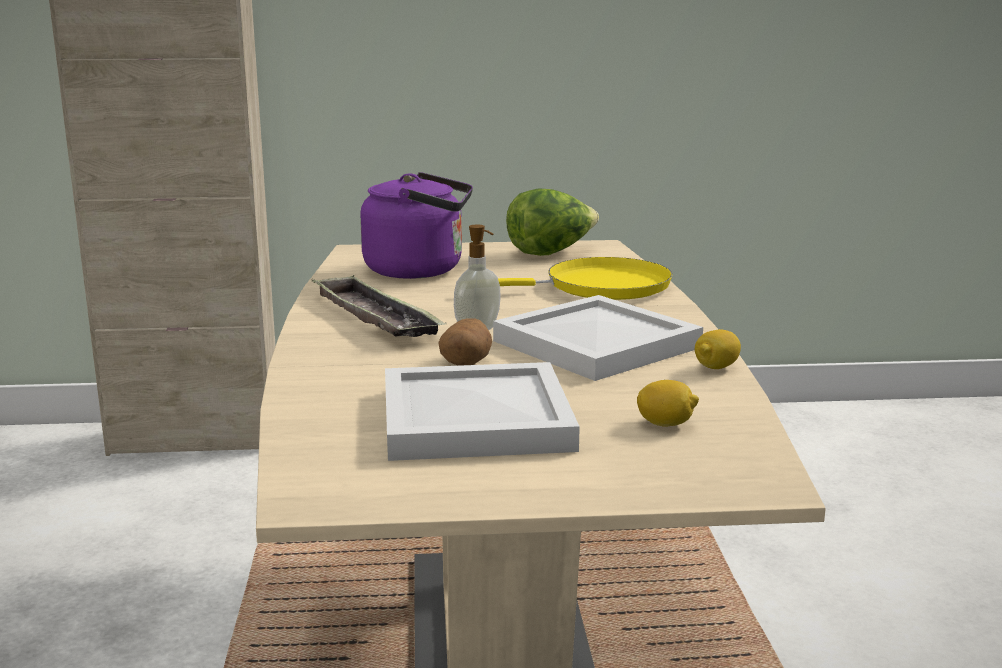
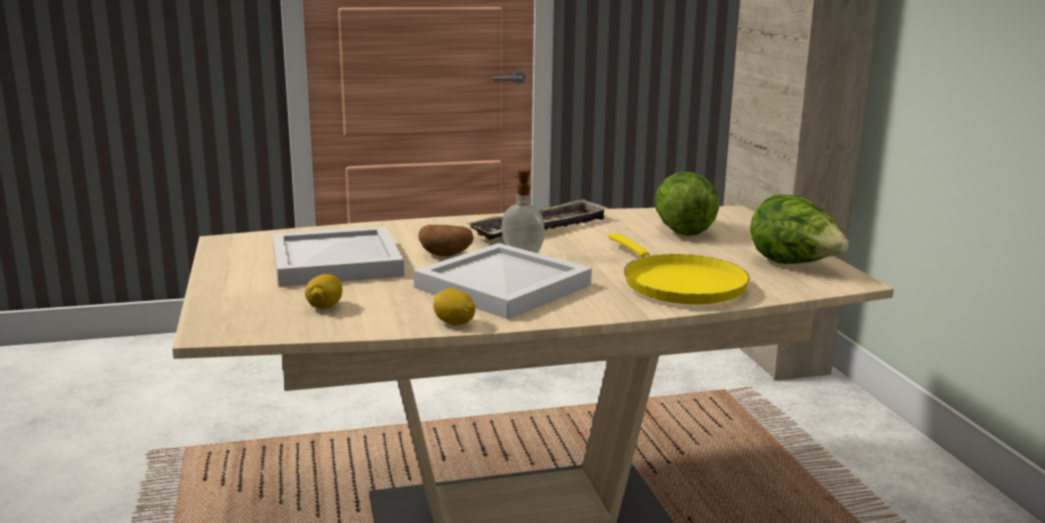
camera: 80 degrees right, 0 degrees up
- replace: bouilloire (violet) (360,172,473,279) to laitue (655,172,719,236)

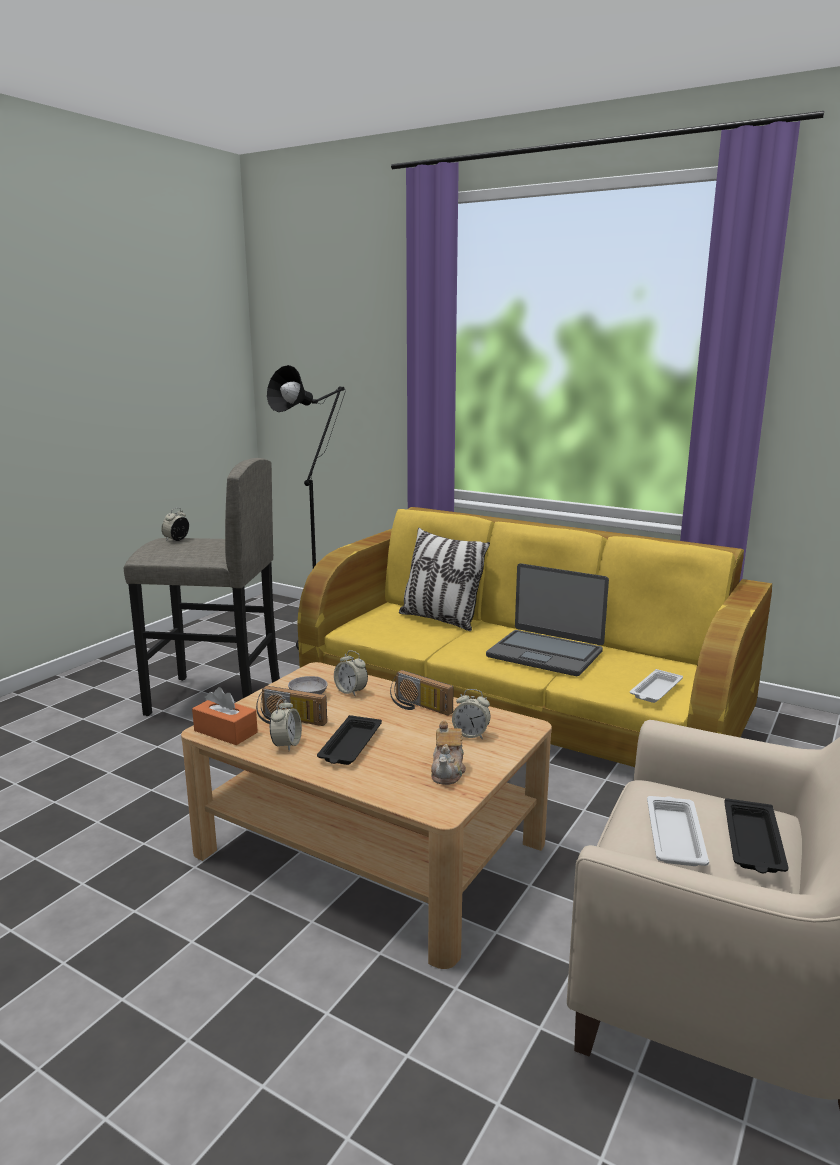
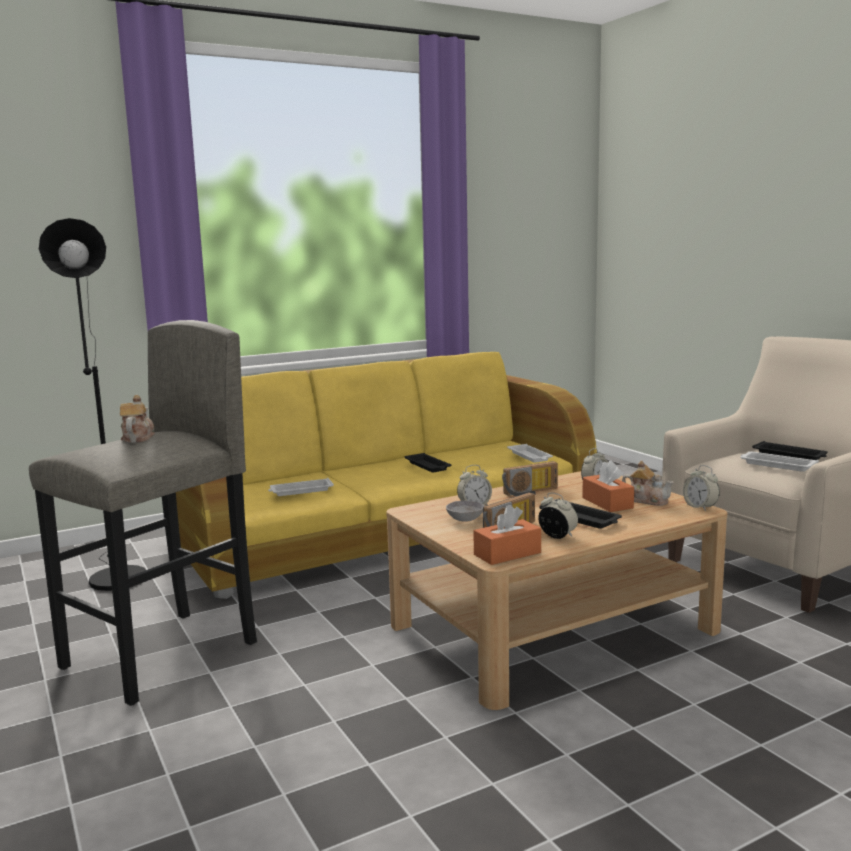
camera: 60 degrees left, 5 degrees down
- move: réveil (161,508,189,541) to (683,465,720,511)
- delete: coussin (399,528,490,631)
- replace: ordinateur portable (486,563,609,676) to plateau (noir) (405,453,451,472)
- insert: théière (120,395,155,443)
- insert: plateau (blanc) (268,478,334,496)
- insert: boîte à mouchoirs (orange) (582,460,634,512)

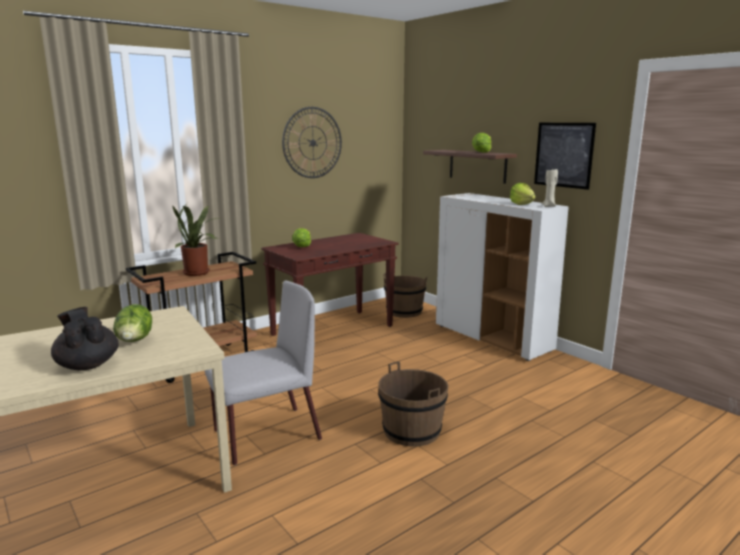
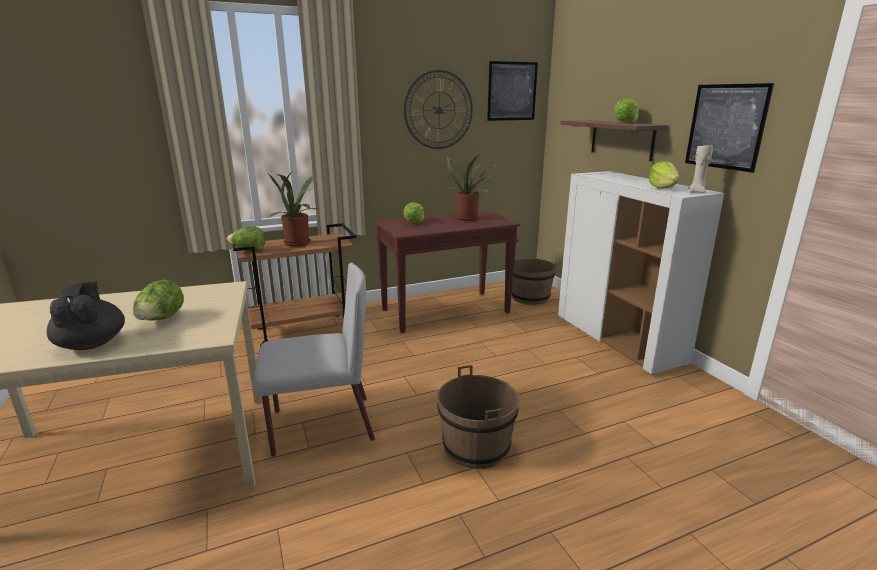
camera: 15 degrees right, 5 degrees up
- insert: laitue (227,226,265,251)
- insert: plante en pot (445,153,498,221)
- insert: tableau (487,61,538,121)

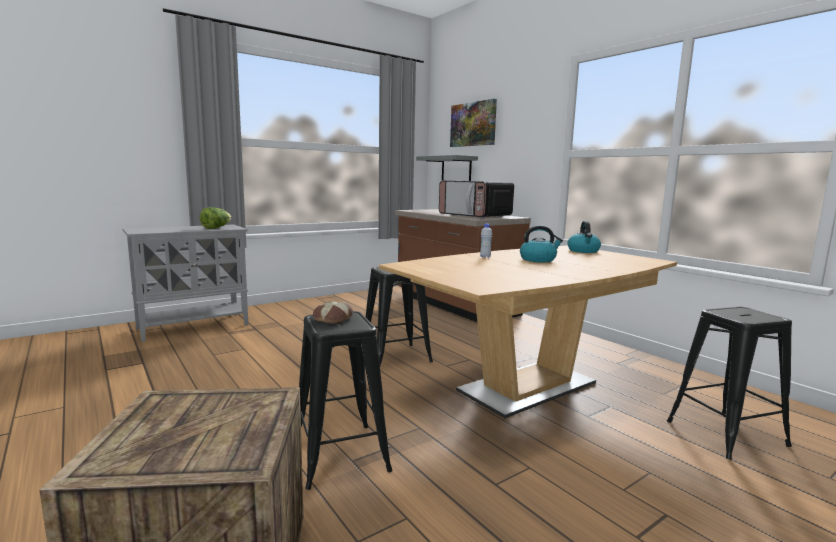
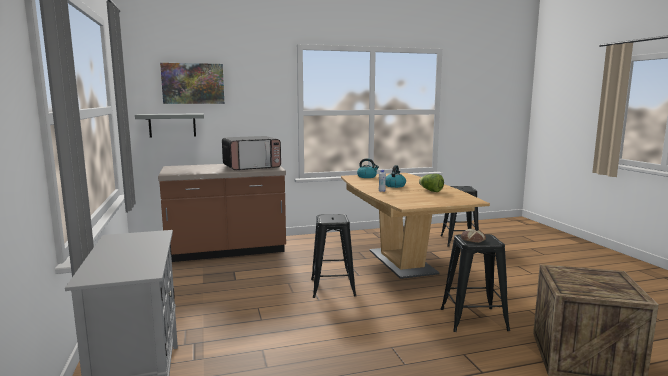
camera: 70 degrees left, 0 degrees up
- move: laitue (200,207,231,229) to (419,174,444,192)

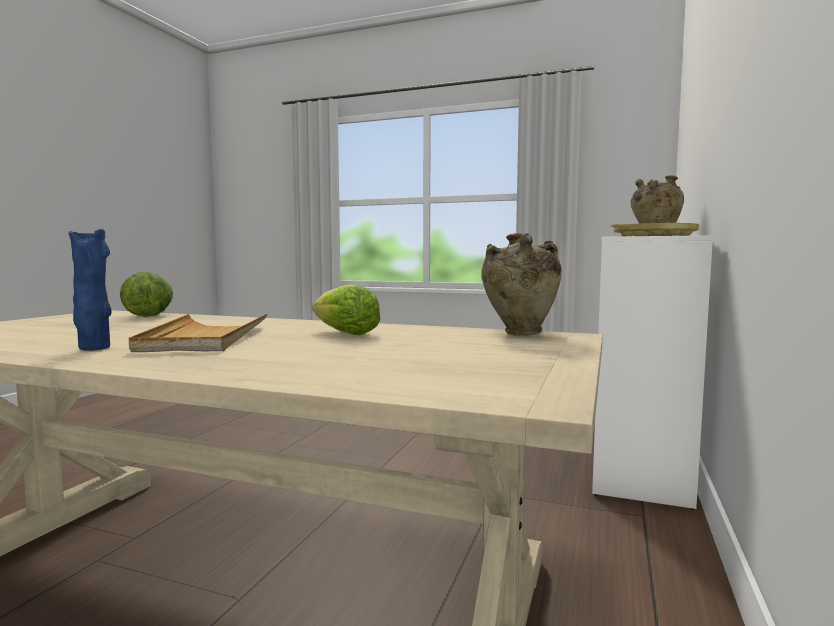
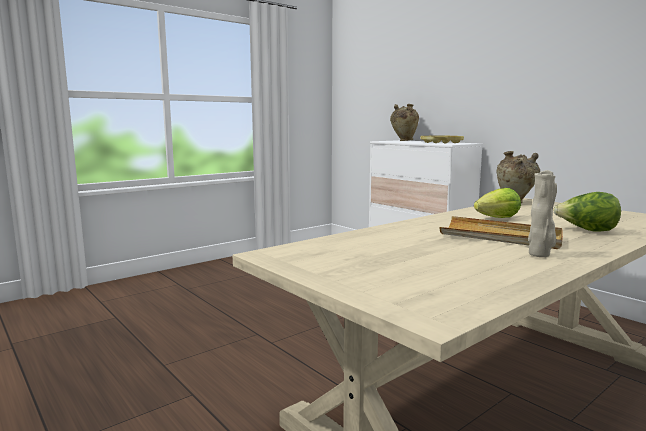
camera: 60 degrees left, 5 degrees up
- recolor: vase (bleu) (69,229,112,351) to vase (beige) (528,170,557,257)
- move: laitue (120,271,173,317) to (553,192,621,231)

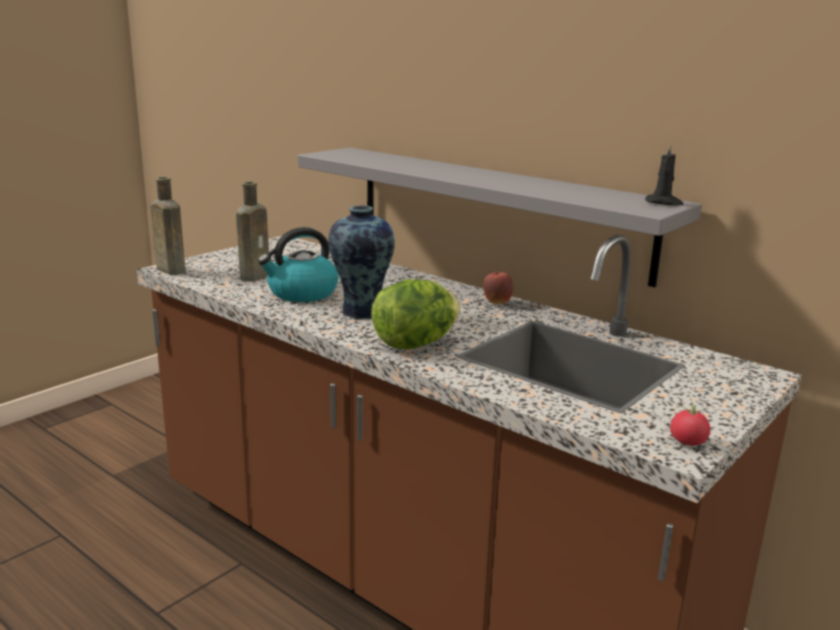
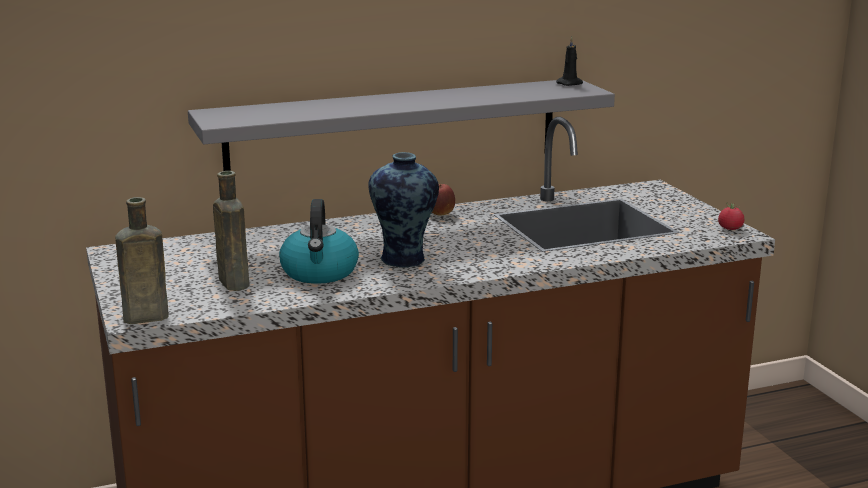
camera: 60 degrees left, 0 degrees up
- delete: laitue (371,280,460,349)

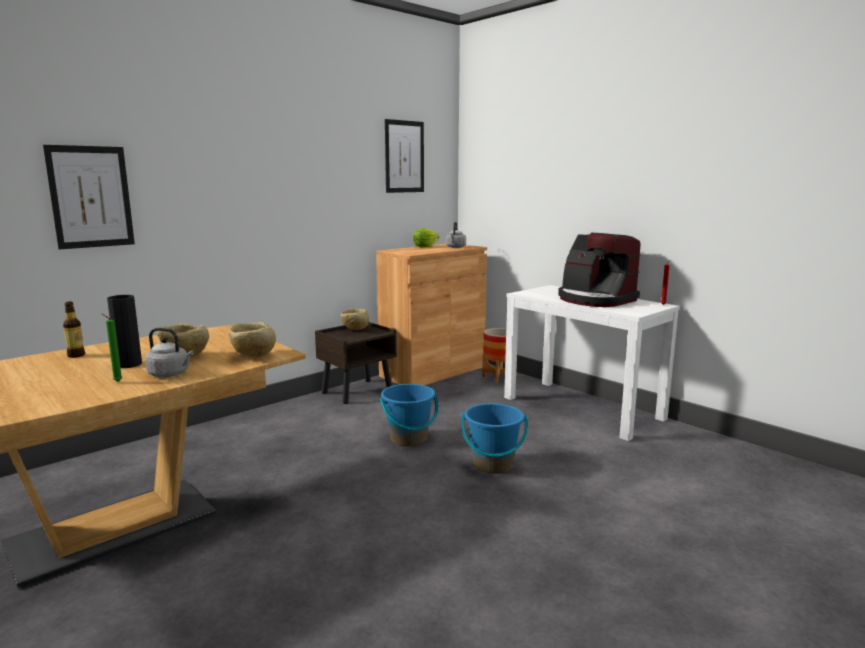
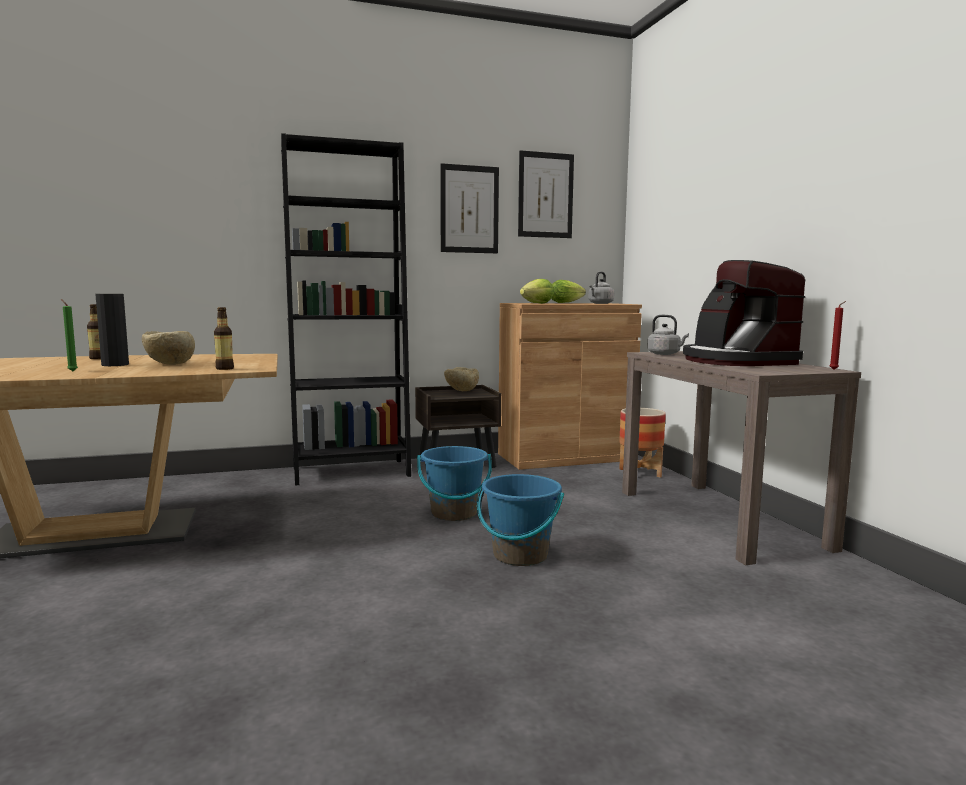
camera: 25 degrees right, 5 degrees down
- move: tableau (43,145,135,249) to (440,163,499,253)
- move: bouilloire (gris) (145,328,193,377) to (647,315,689,355)
- replace: bol (beige) (229,322,276,357) to bouteille (214,307,234,370)
- recolor: table console (blanc) (504,285,680,441) to table console (marron) (622,351,861,565)
- insert: bibliothèque (noir) (281,133,411,486)
- insert: laitue (520,279,554,304)

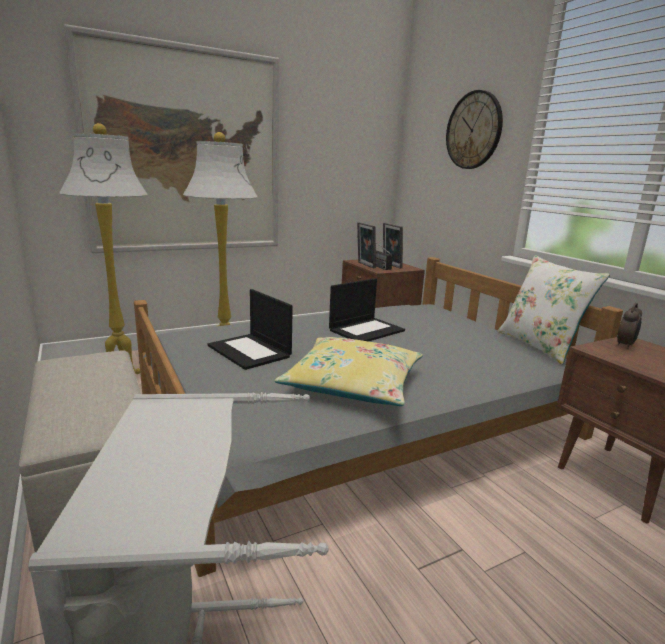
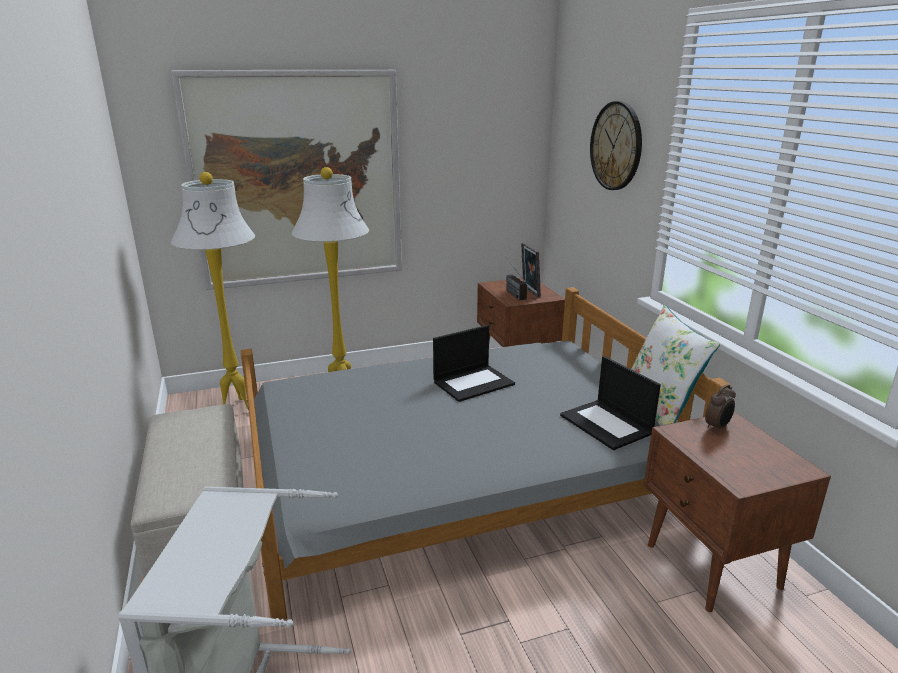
camera: 10 degrees right, 5 degrees up
- move: ordinateur portable (208,289,293,370) to (560,356,661,450)
- delete: coussin (jaune) (274,337,423,406)
- delete: cadre photo (357,222,376,268)

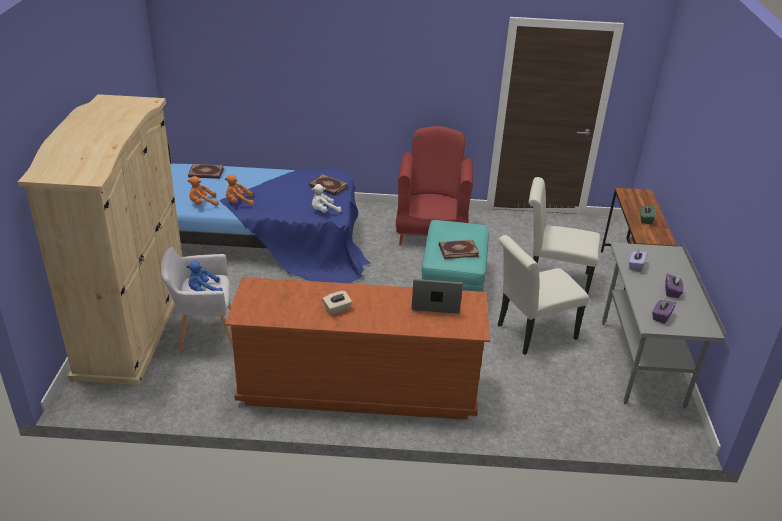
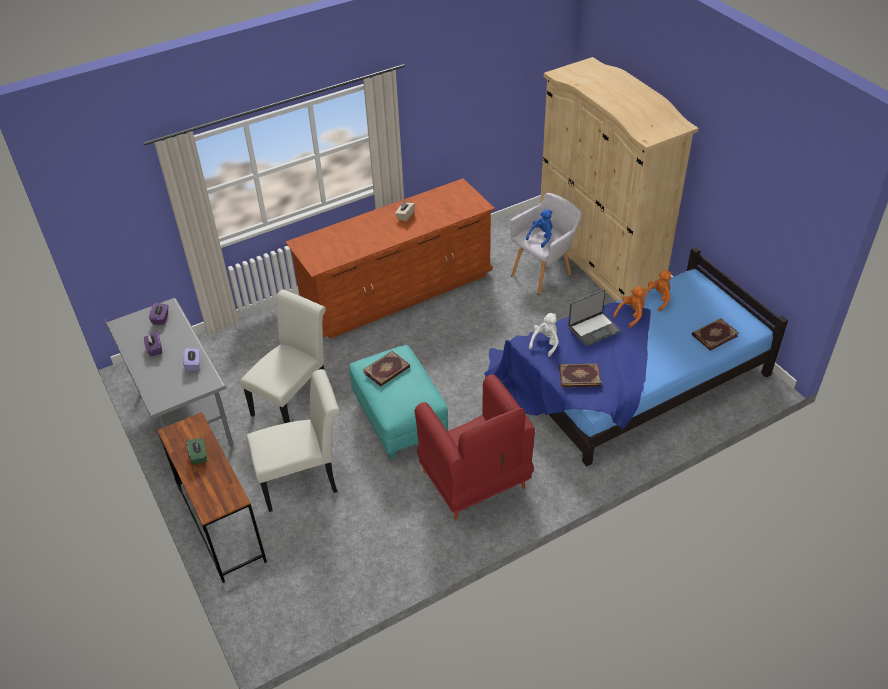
camera: 150 degrees right, 10 degrees up
- move: ordinateur portable (411,279,463,313) to (568,289,621,346)

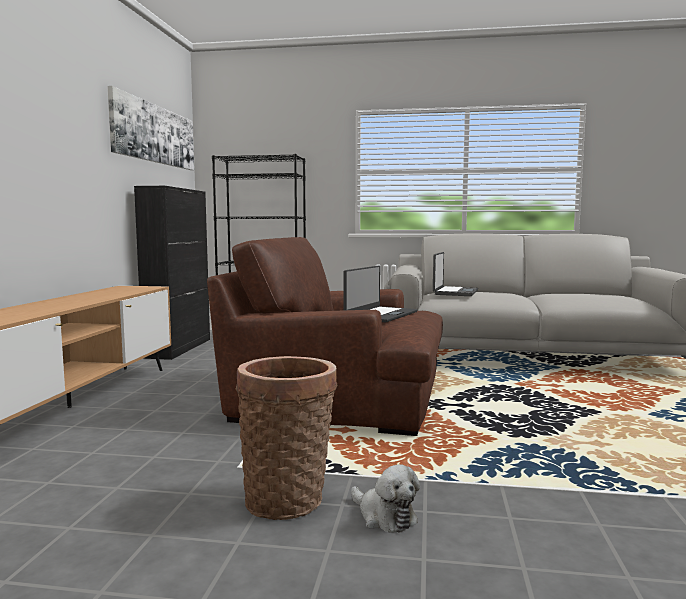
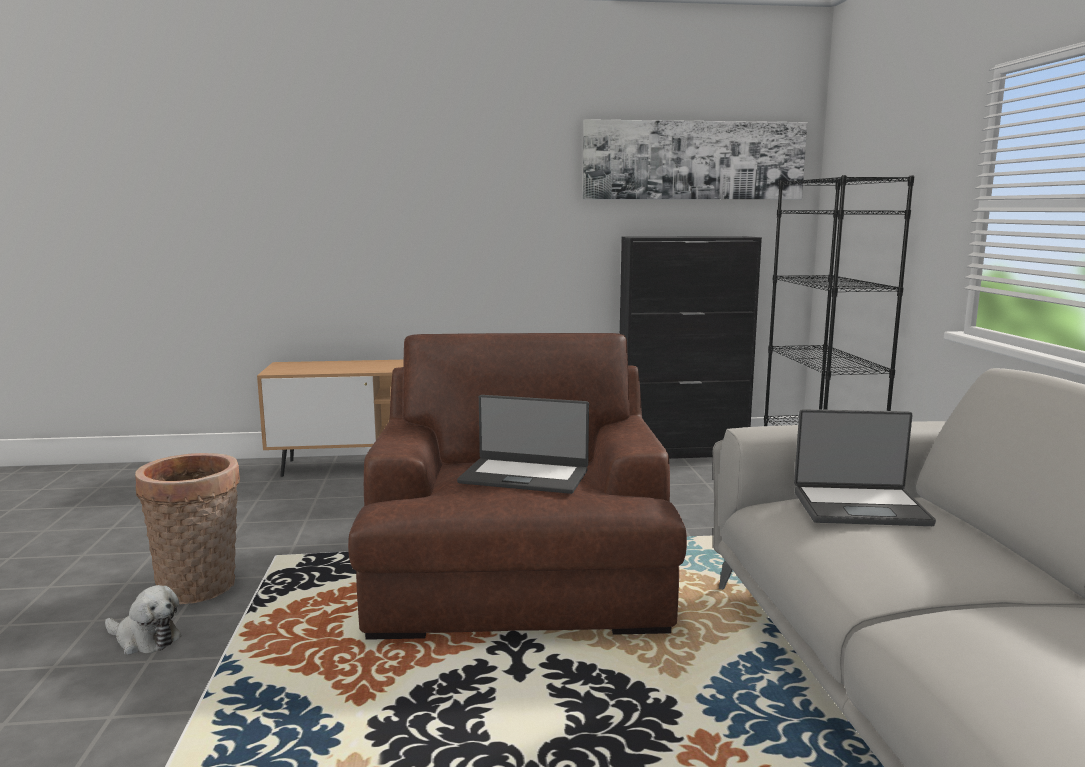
camera: 75 degrees right, 5 degrees up
- rotate: peluche (351,464,420,533) = (105,585,181,655) 105 degrees counterclockwise

